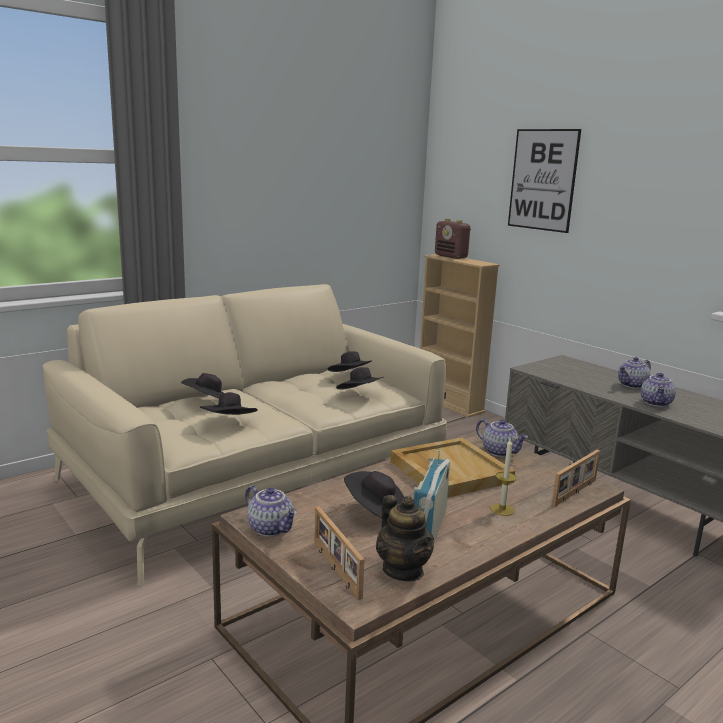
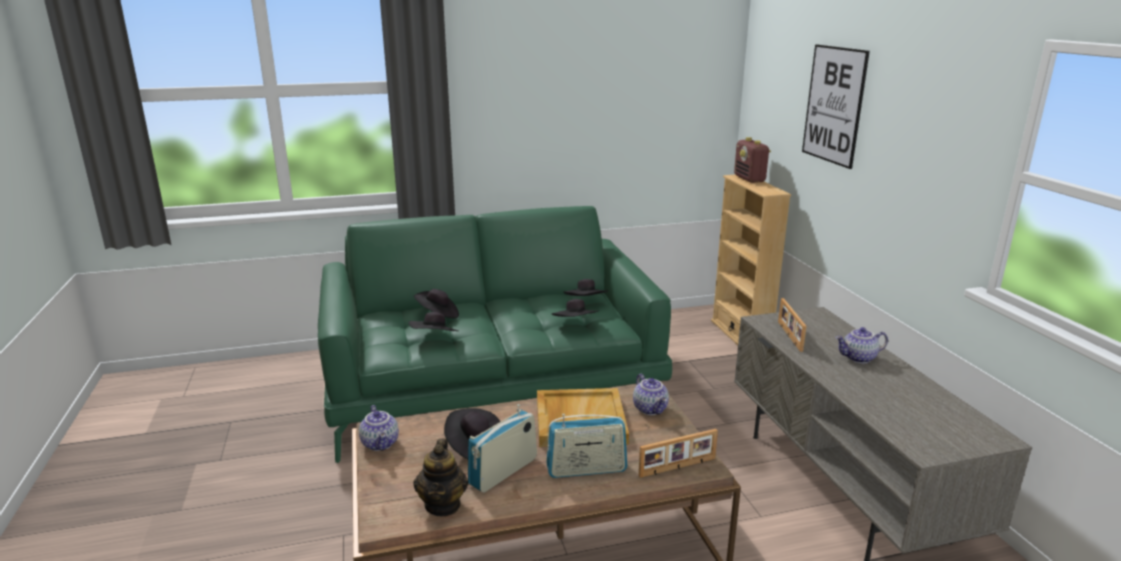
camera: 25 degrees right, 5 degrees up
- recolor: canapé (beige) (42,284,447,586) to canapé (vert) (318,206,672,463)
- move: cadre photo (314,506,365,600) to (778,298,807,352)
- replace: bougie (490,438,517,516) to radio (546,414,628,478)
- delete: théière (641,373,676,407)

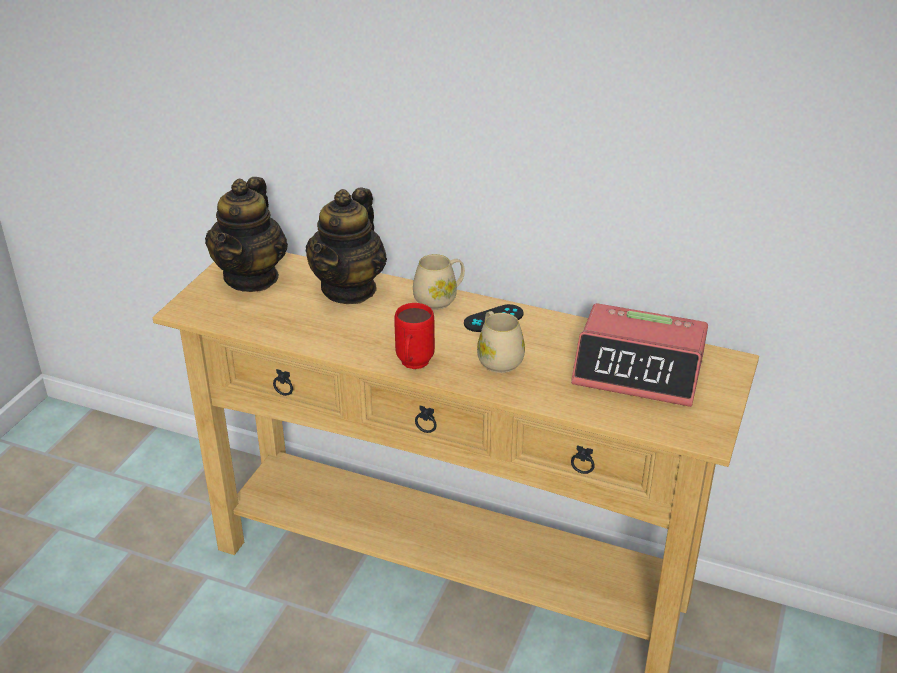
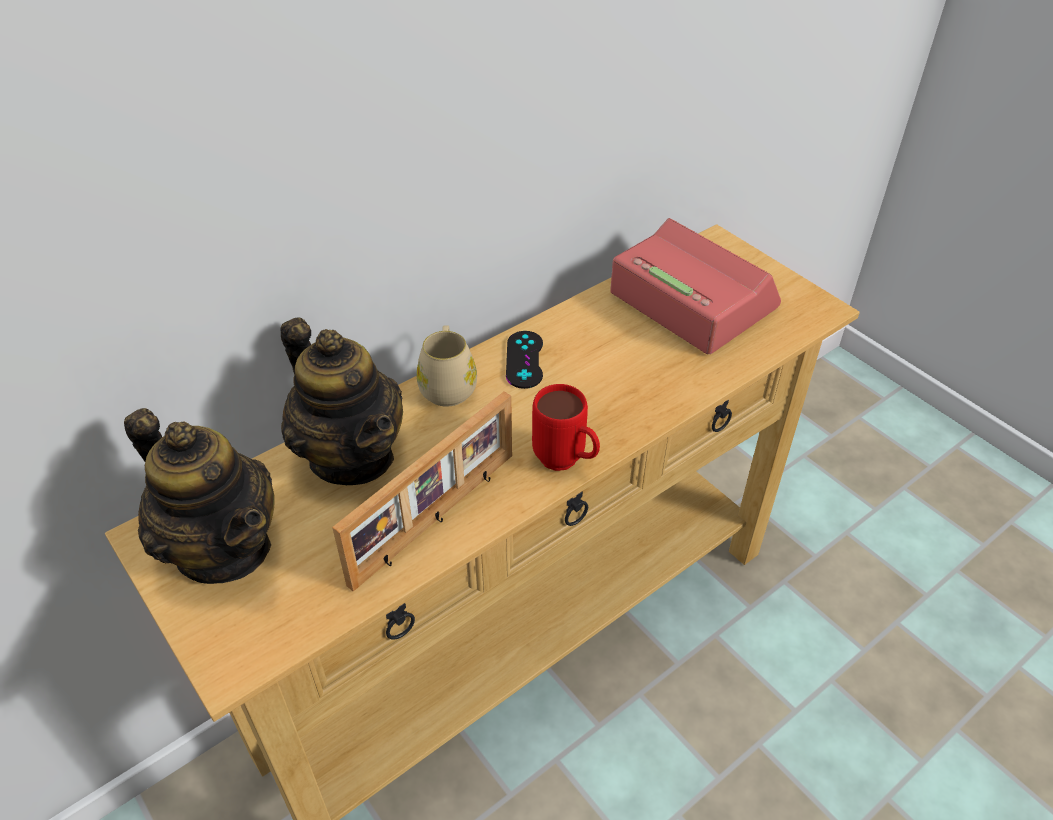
camera: 60 degrees left, 10 degrees up
- delete: mug (beige) (477,311,525,373)
- rotate: réveil (571,303,708,407) = (610,218,781,354) 90 degrees counterclockwise
- insert: cadre photo (332,392,512,592)

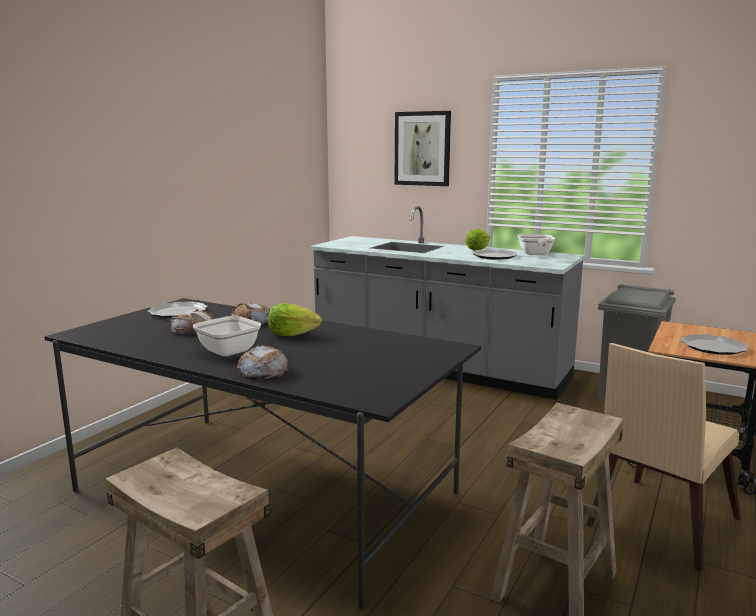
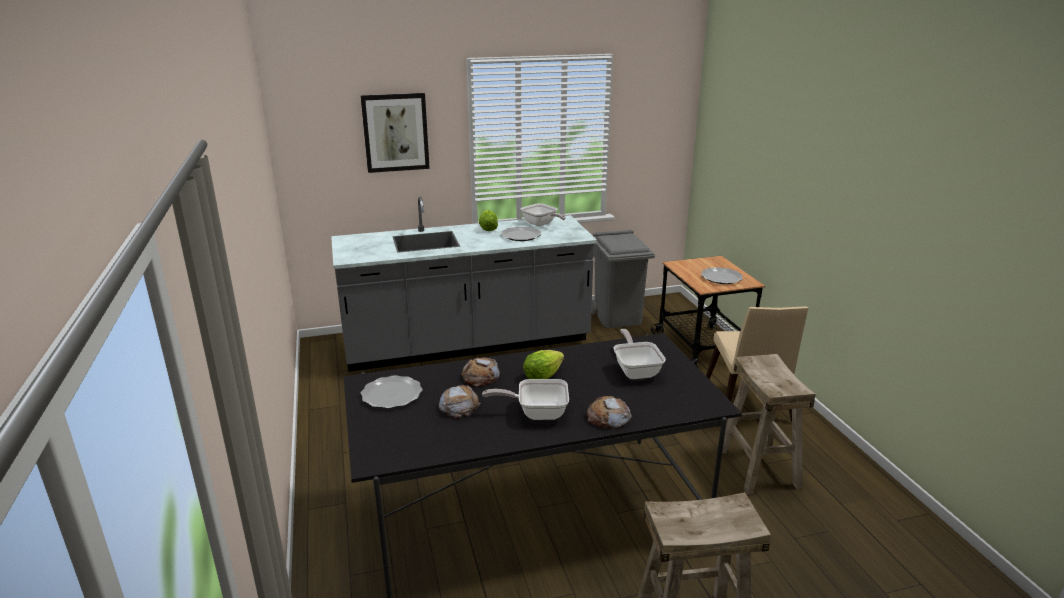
camera: 45 degrees left, 10 degrees up
- insert: poêle (613,329,666,379)

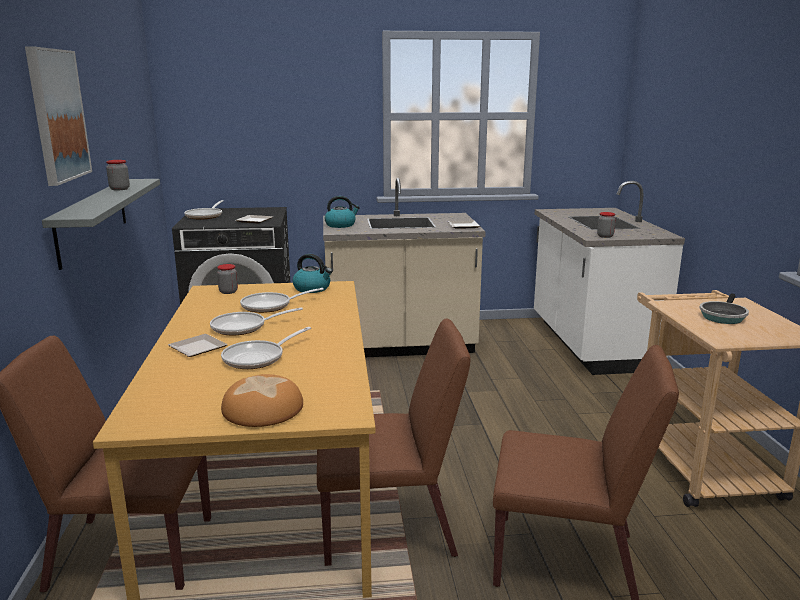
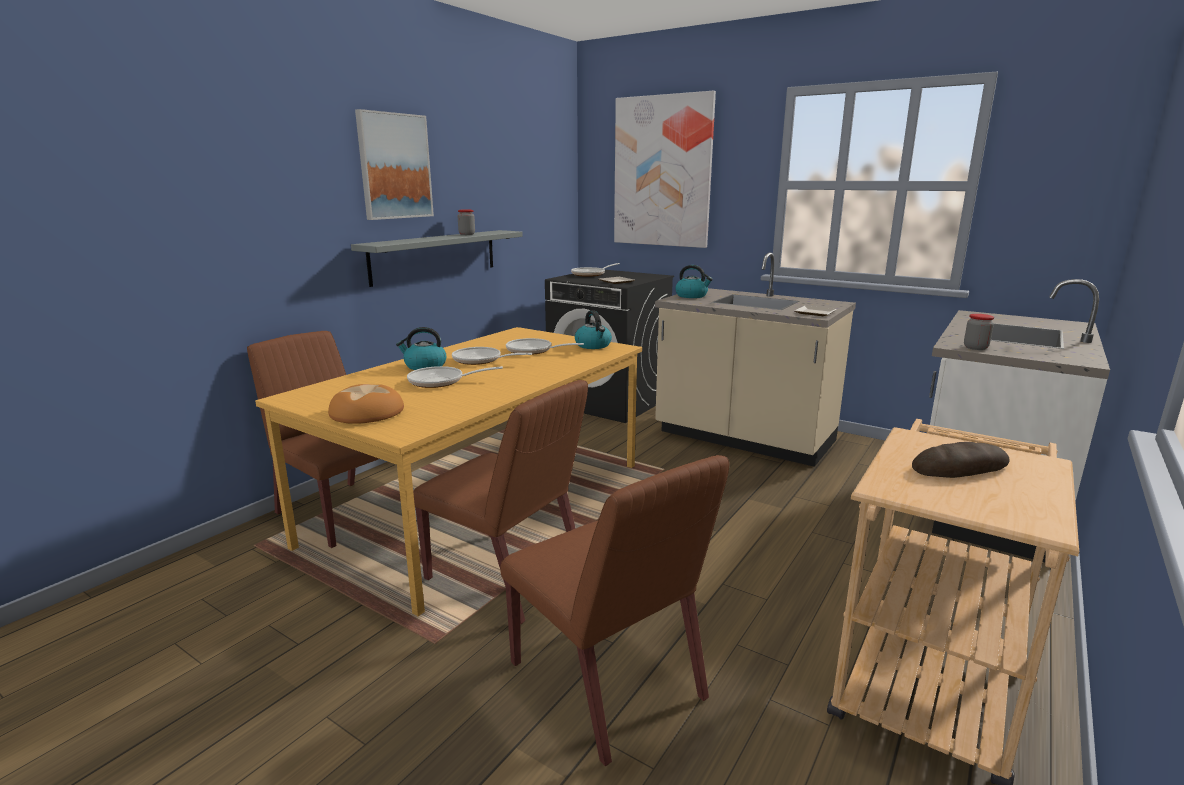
camera: 40 degrees right, 0 degrees up
- replace: assiette (168,334,228,357) to bouilloire (396,327,446,370)
- delete: bocal (217,264,238,294)
- replace: poêle (699,293,749,324) to pain (912,442,1010,478)
- insert: tableau (614,91,716,248)

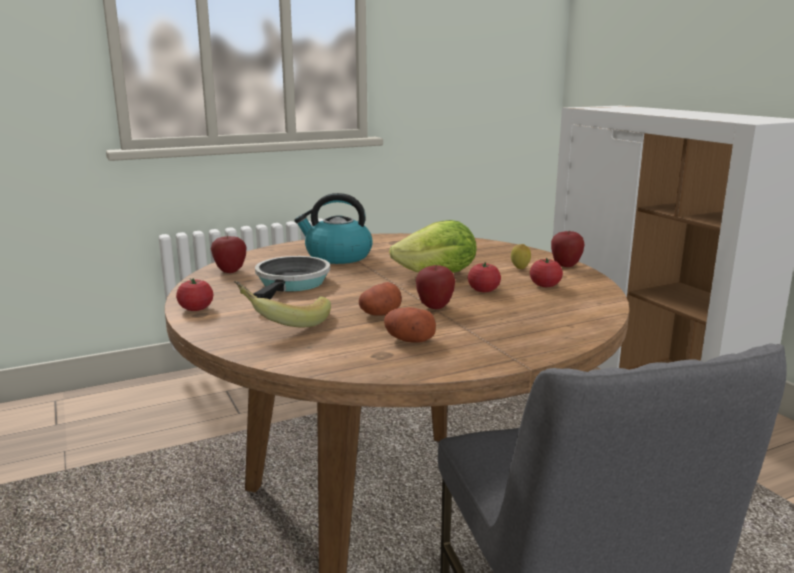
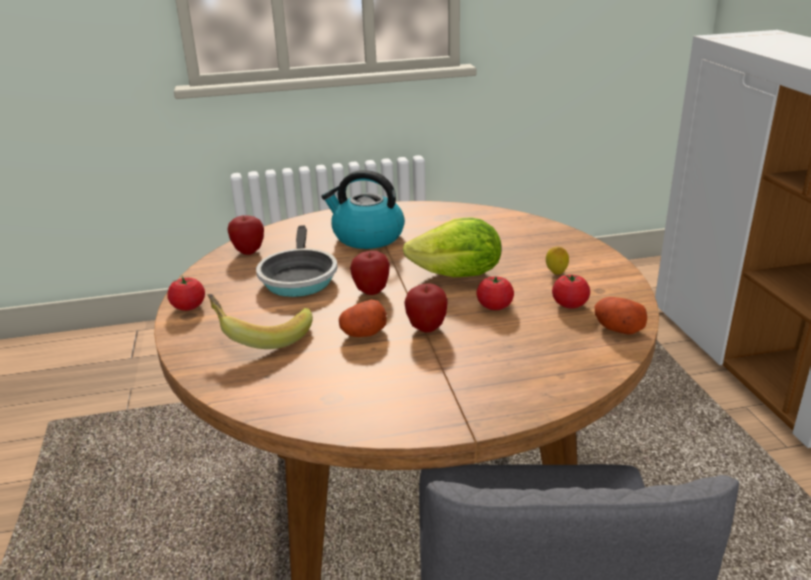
camera: 15 degrees right, 10 degrees up
- rotate: poêle (253,256,330,300) = (256,225,337,297) 150 degrees clockwise
- move: pomme de terre (384,307,436,343) to (595,297,647,335)
- move: pomme (551,230,585,267) to (350,251,390,295)

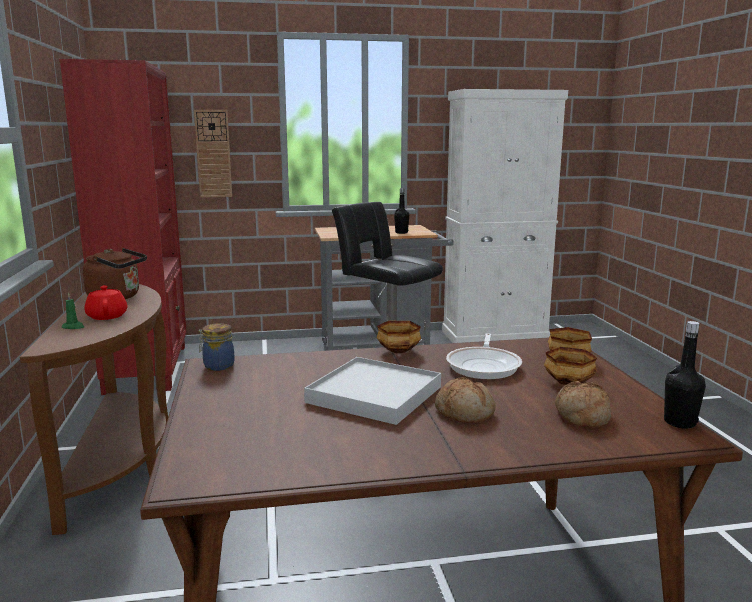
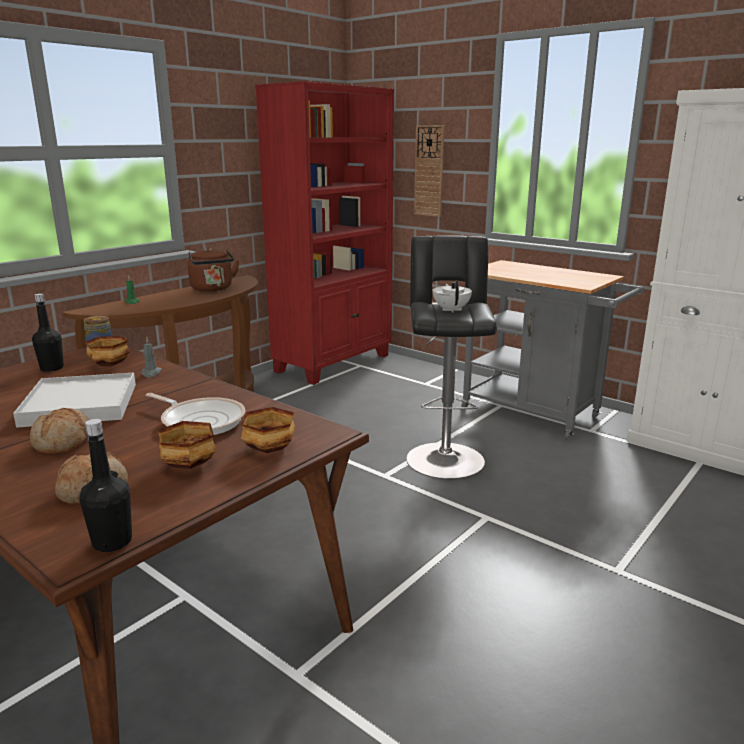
camera: 50 degrees right, 5 degrees up
- delete: théière (rouge) (84,285,128,320)
- move: bol (377,321,421,353) to (85,336,130,367)
- move: bouteille (noir) (394,188,409,234) to (32,293,64,372)
- rotate: poêle (446,333,522,379) = (146,393,245,435) 120 degrees counterclockwise
- insert: bougie (gris) (141,337,162,377)
- insert: théière (blanc) (433,281,472,313)

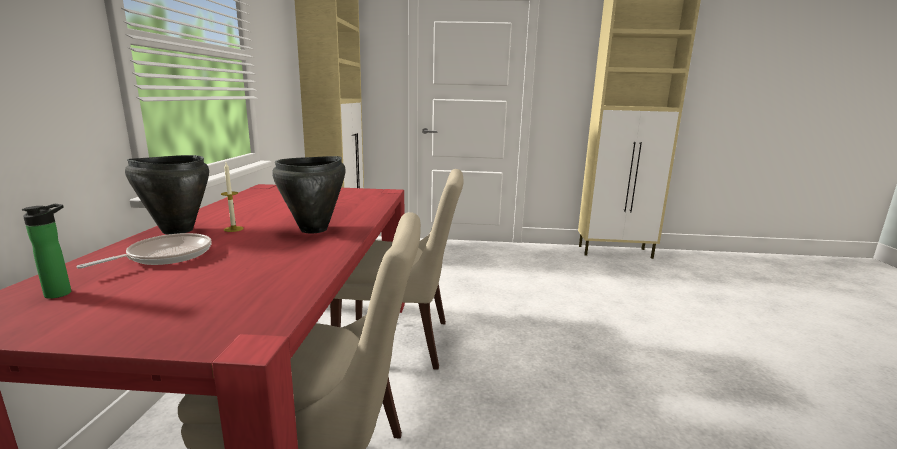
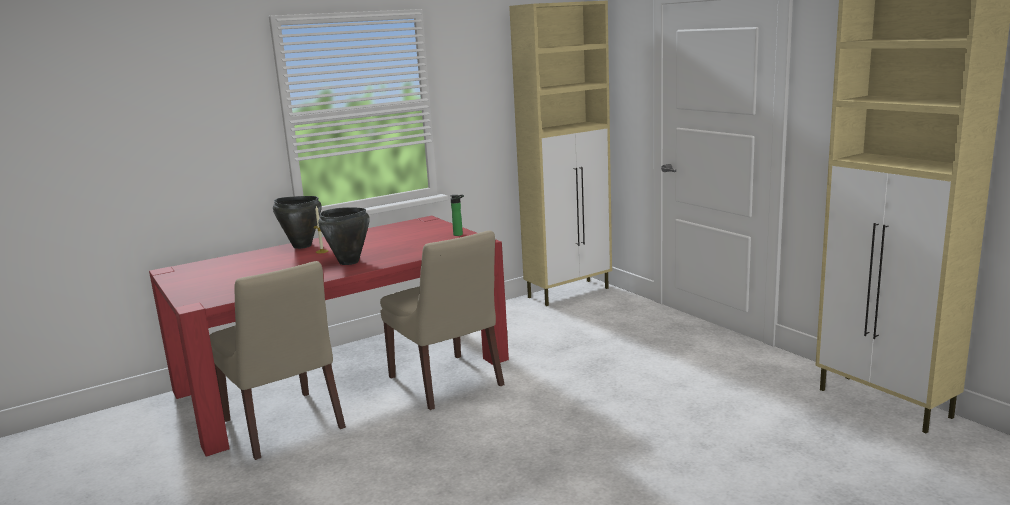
camera: 55 degrees right, 0 degrees up
- move: bouteille (22,204,71,299) to (450,194,464,236)
- delete: poêle (76,233,212,268)

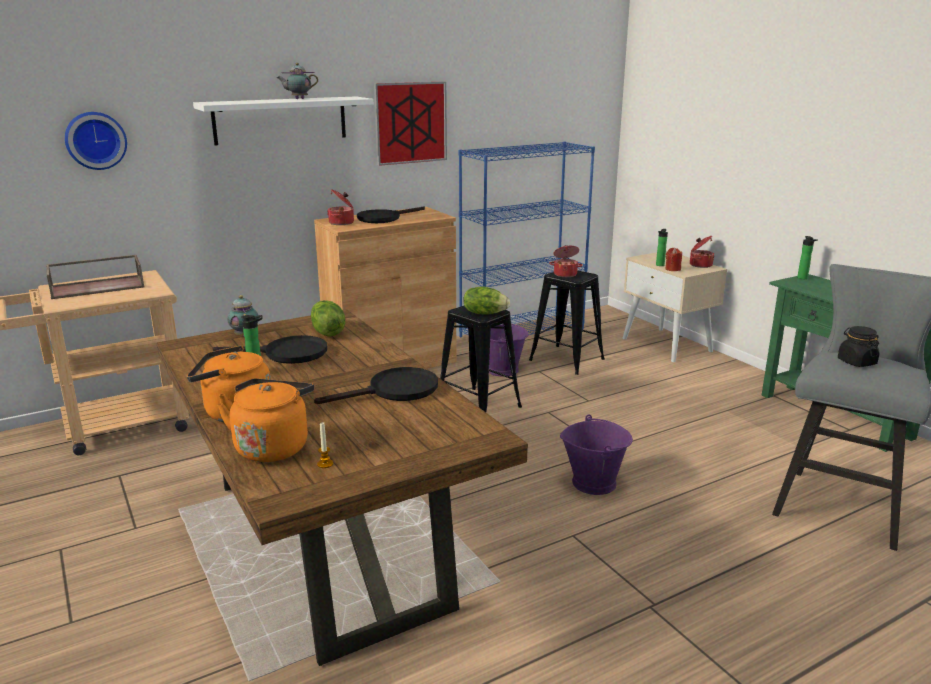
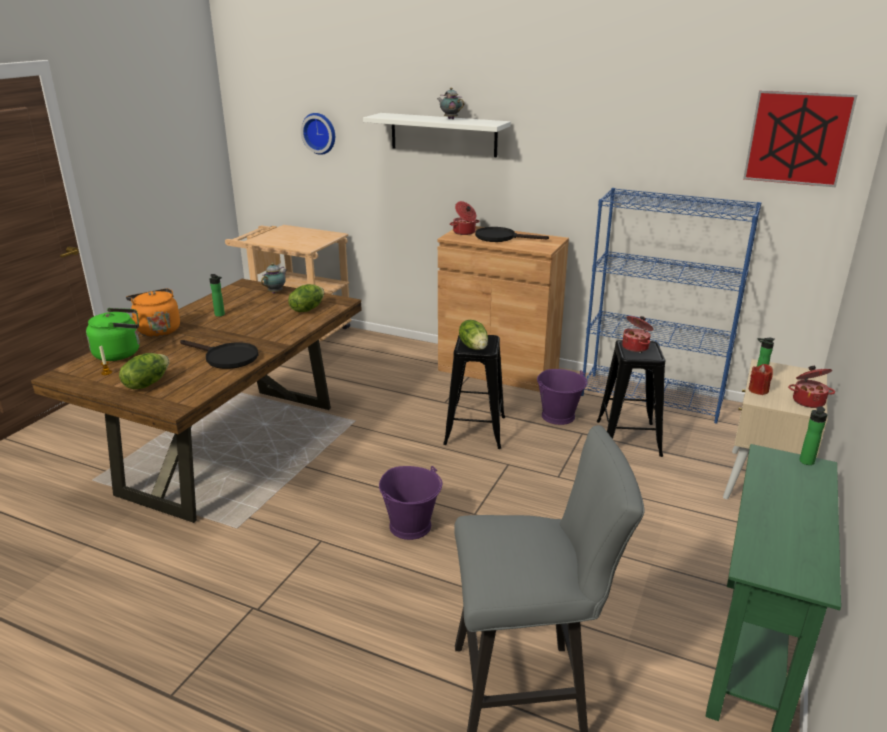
camera: 55 degrees right, 5 degrees up
- delete: plateau (marron) (46,255,145,299)
- delete: poêle (noir) (213,335,327,364)
- recolor: bouilloire (orange) (217,378,314,462) to bouilloire (vert) (86,308,140,361)
- move: tableau (374,82,447,166) to (743,90,857,187)
- delete: bocal (noir) (838,326,879,367)
- insert: laitue (119,353,169,389)

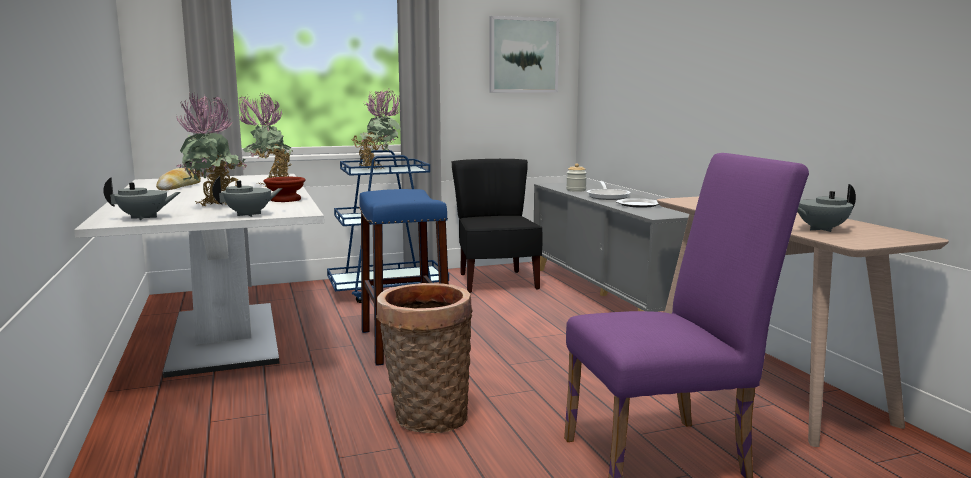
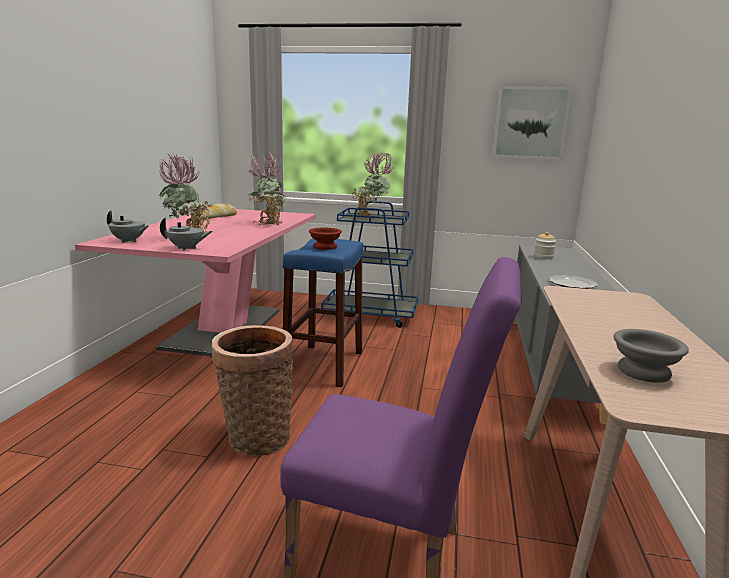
camera: 30 degrees right, 5 degrees up
- recolor: table à manger (blanc) (74,174,324,378) to table à manger (rose) (75,209,316,356)
- move: bol (marron) (263,177,306,202) to (309,228,342,250)
- delete: chaise (noir) (452,159,543,293)
- delete: poêle (587,181,631,200)
- replace: théière (gris) (797,184,856,232) to bol (gris) (614,329,689,383)

